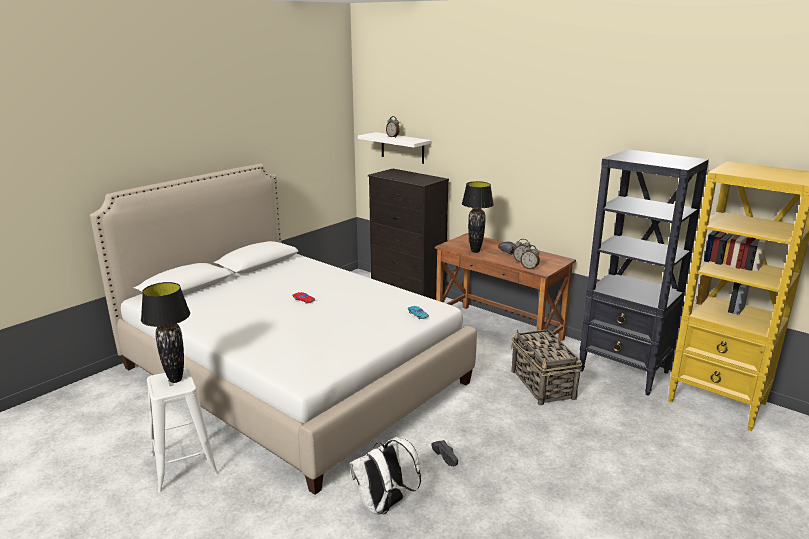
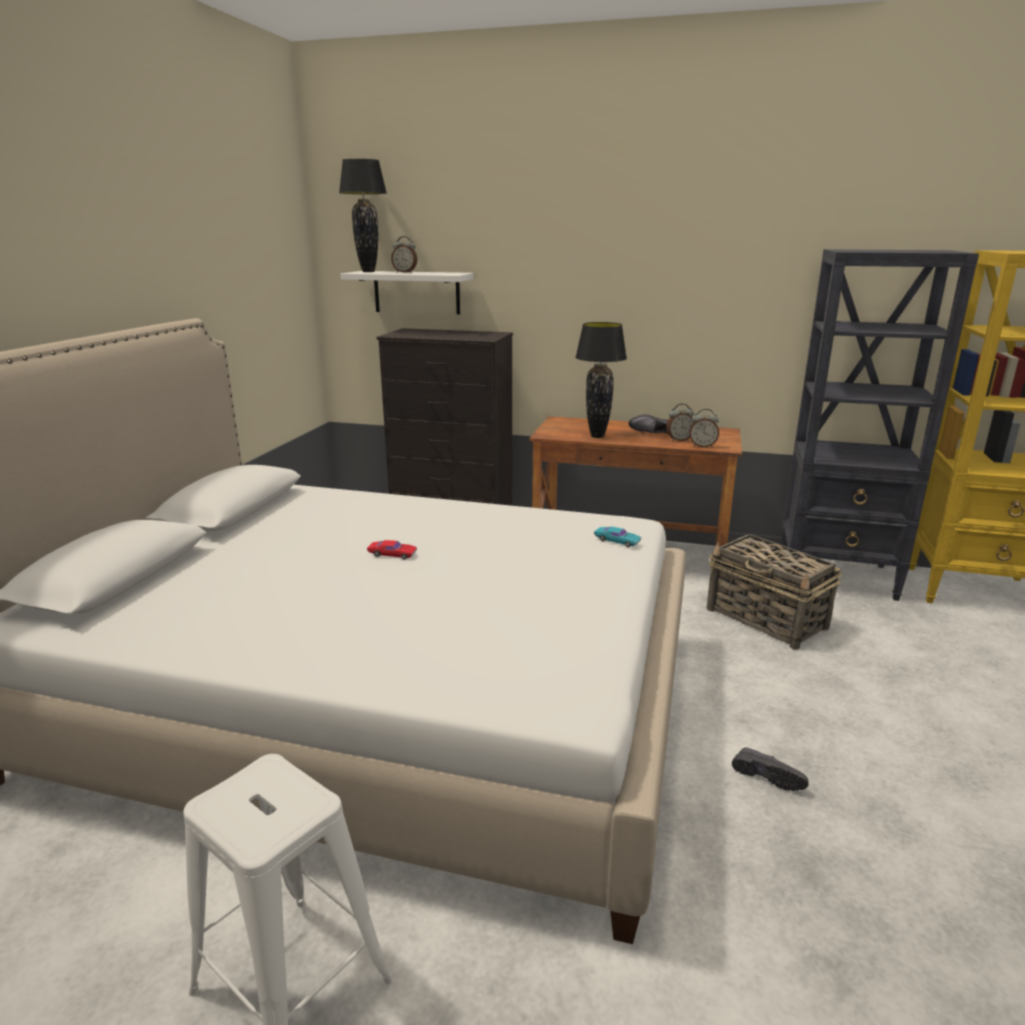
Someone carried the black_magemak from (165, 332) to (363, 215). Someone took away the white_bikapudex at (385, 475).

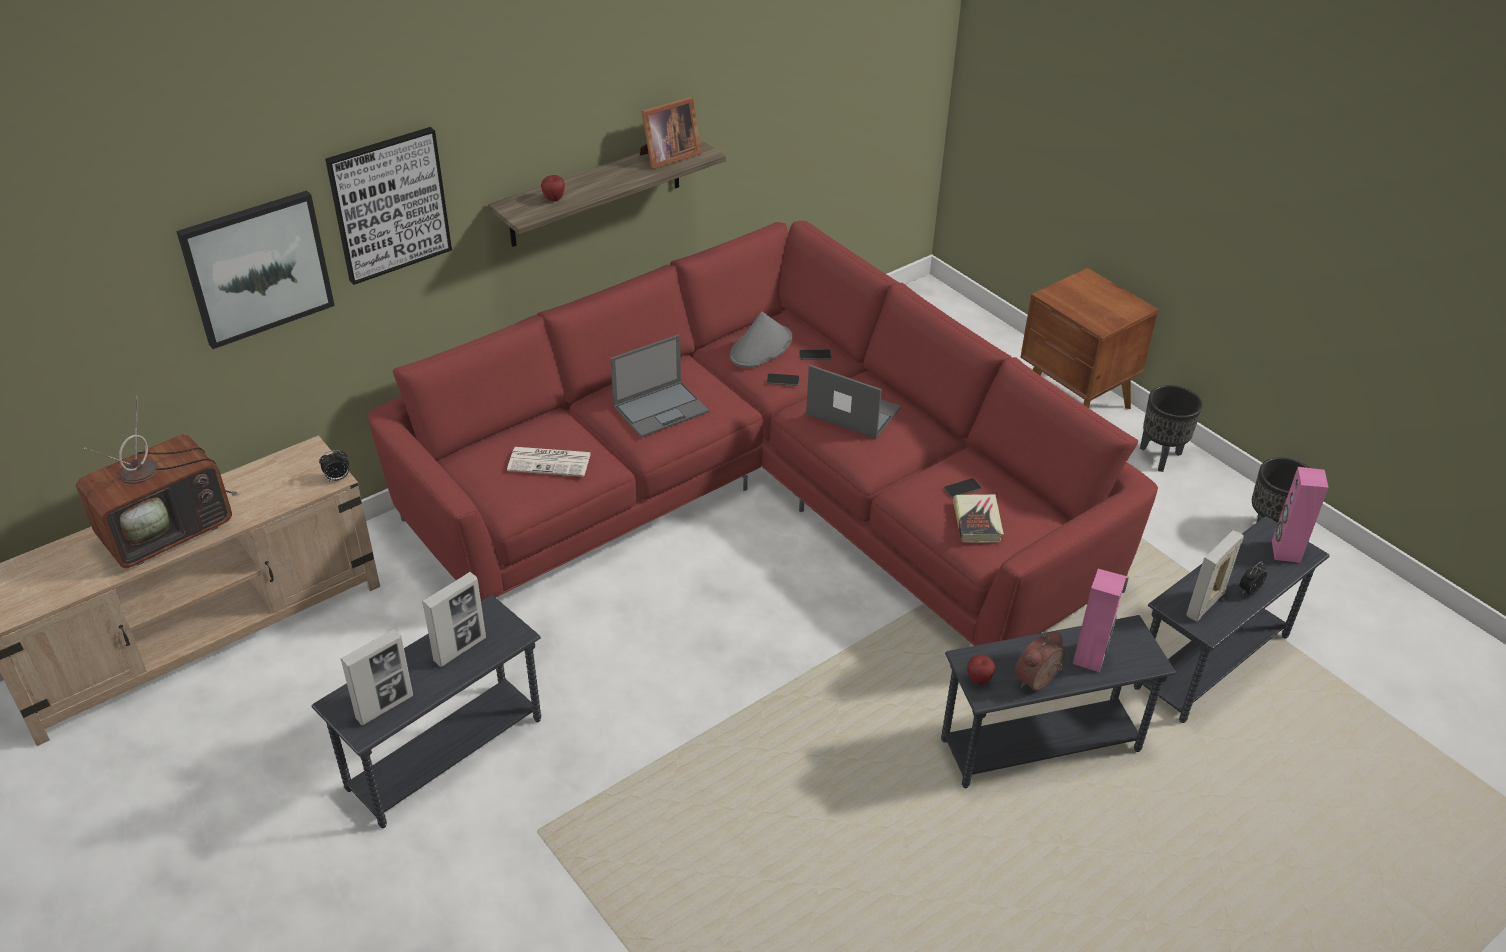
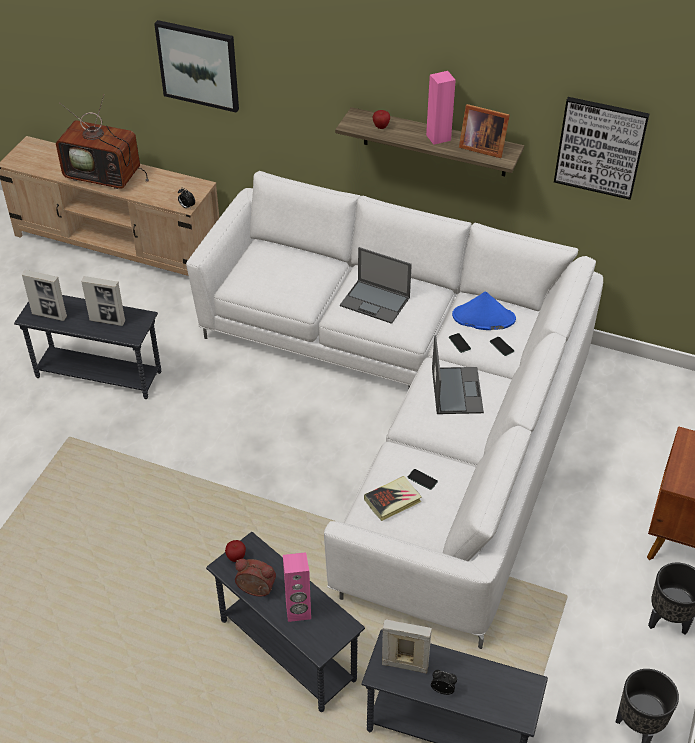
Someone repainted the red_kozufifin at (763, 433), which became the white_kozufifin at (394, 410). Someone carried the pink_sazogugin from (1300, 515) to (441, 108). Someone repainted the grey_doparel at (761, 340), which became the blue_doparel at (484, 311). Someone carried the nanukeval from (388, 206) to (601, 148). Someone took away the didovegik at (549, 462).

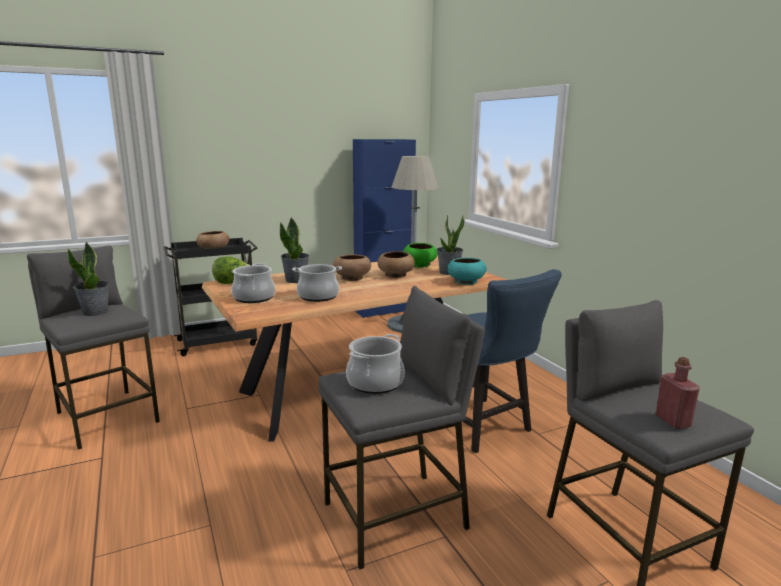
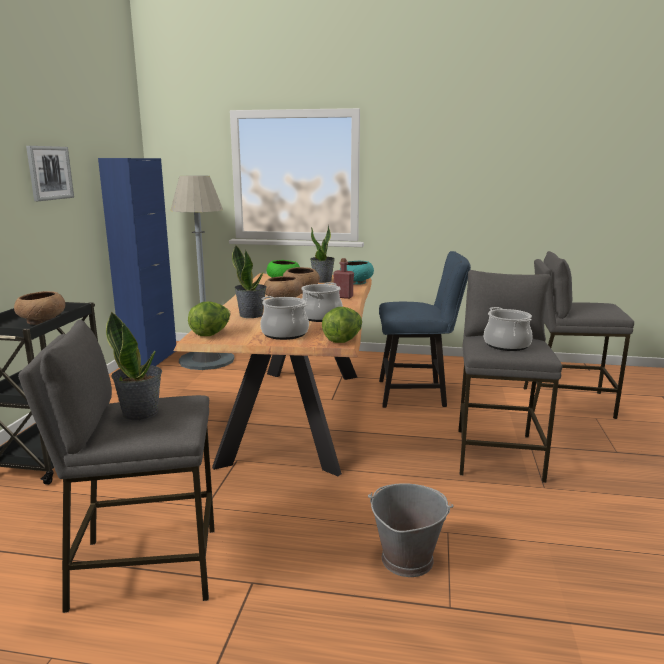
Someone put up the nanukeval at (50, 173). Someone put down the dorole at (342, 325). Someone carried the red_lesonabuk from (678, 393) to (343, 278). Someone put down the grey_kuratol at (410, 530).

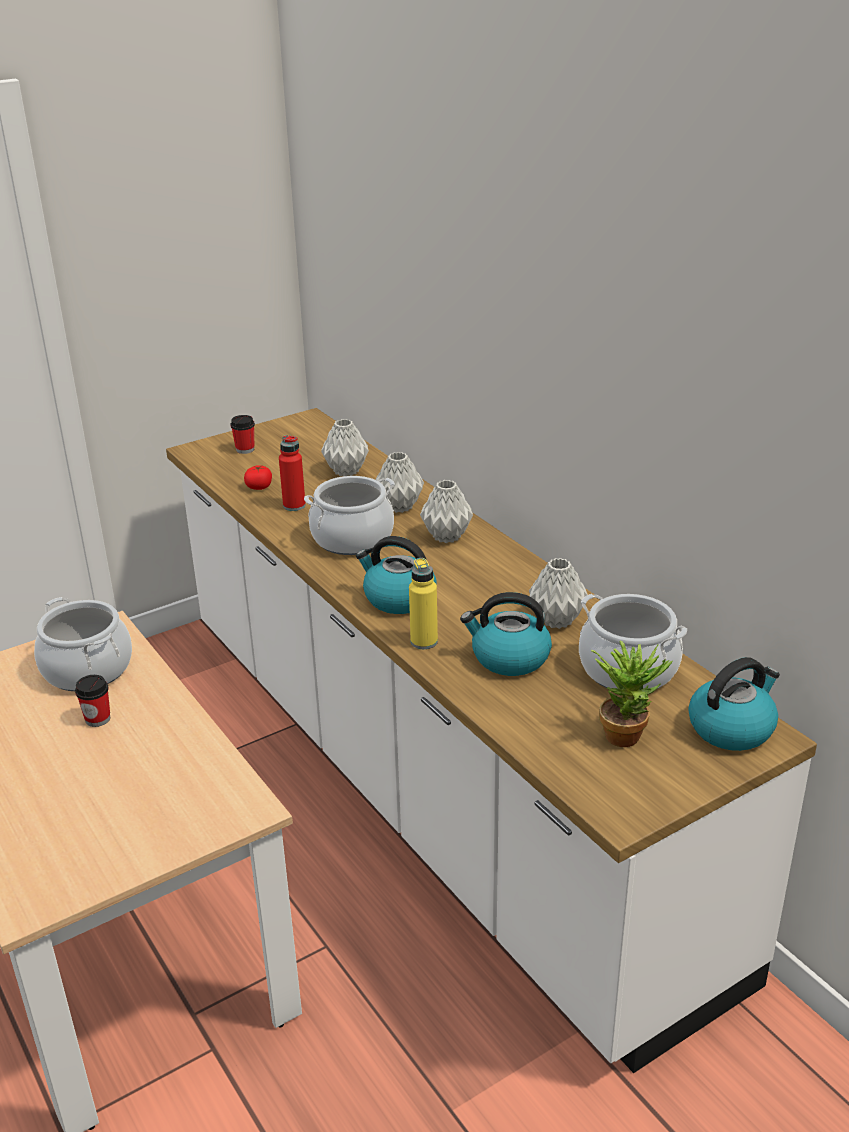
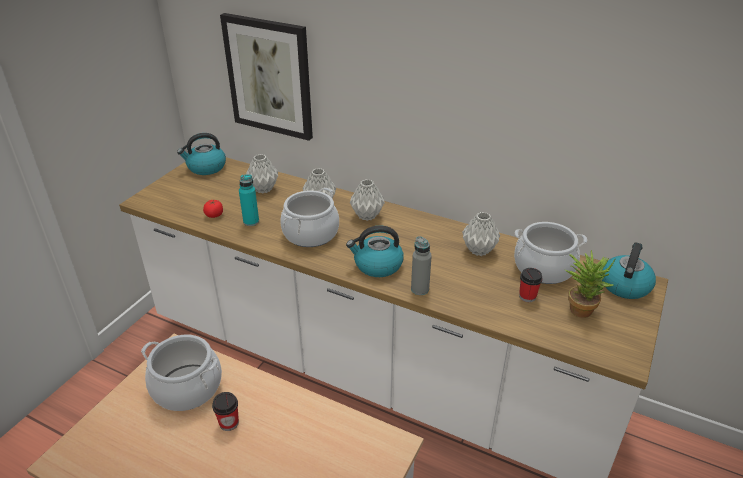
Someone carried the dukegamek from (506, 634) to (201, 154). Someone put up the nanukeval at (266, 77). Someone repainted the red_lesonabuk at (292, 473), which became the turquoise_lesonabuk at (249, 200). Someone repainted the yellow_lesonabuk at (423, 603), which became the grey_lesonabuk at (421, 265). Someone carried the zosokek from (242, 434) to (531, 285).

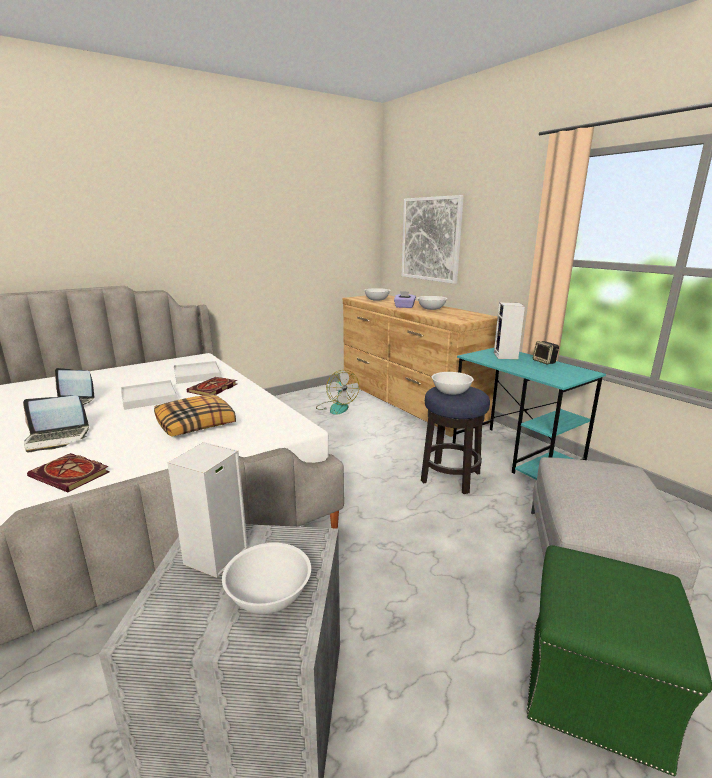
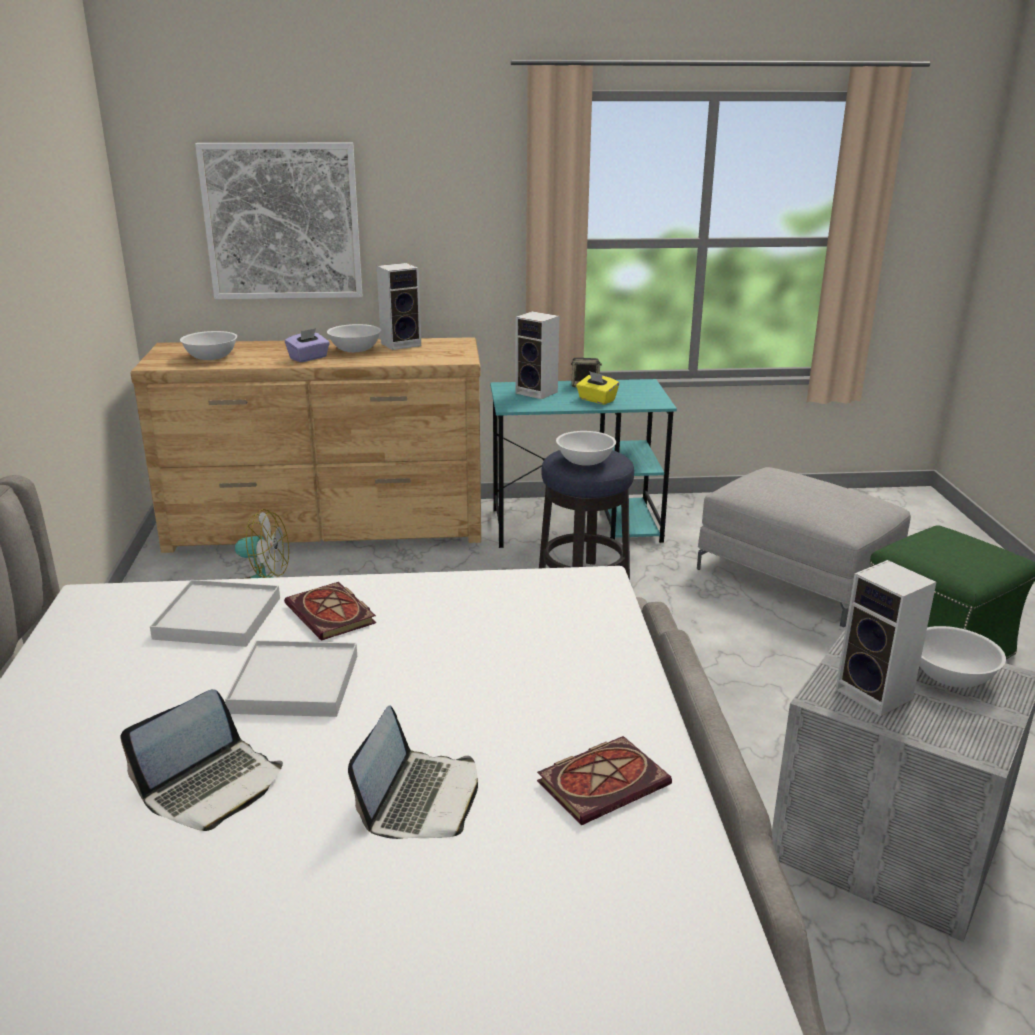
Someone put down the sazogugin at (399, 306). Someone put down the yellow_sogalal at (597, 388). Someone took away the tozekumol at (195, 415).

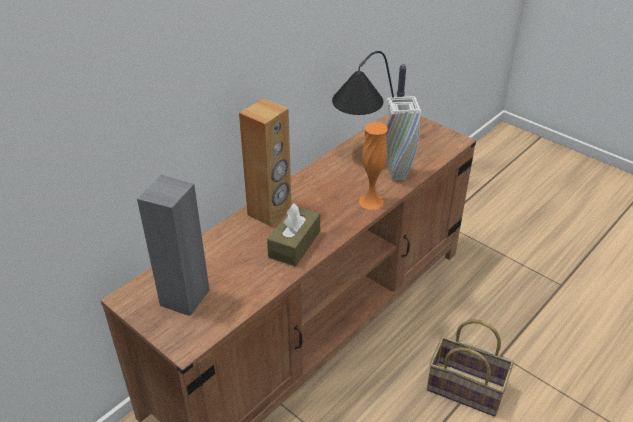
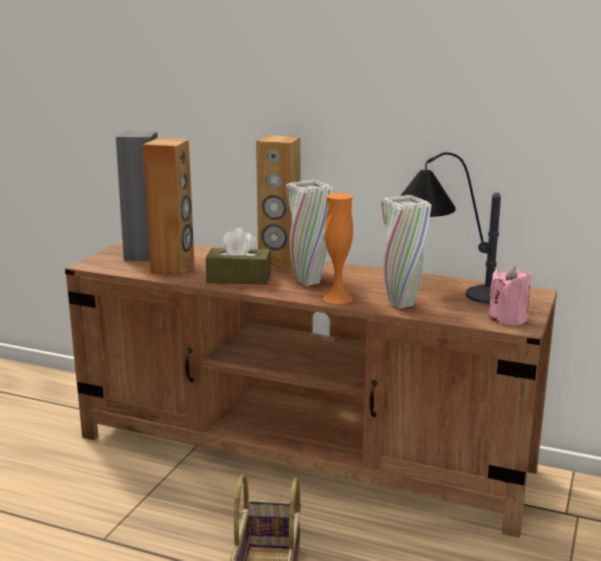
Someone put down the brown_sazogugin at (169, 207). Someone put down the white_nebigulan at (309, 233). Someone put down the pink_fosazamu at (510, 295).

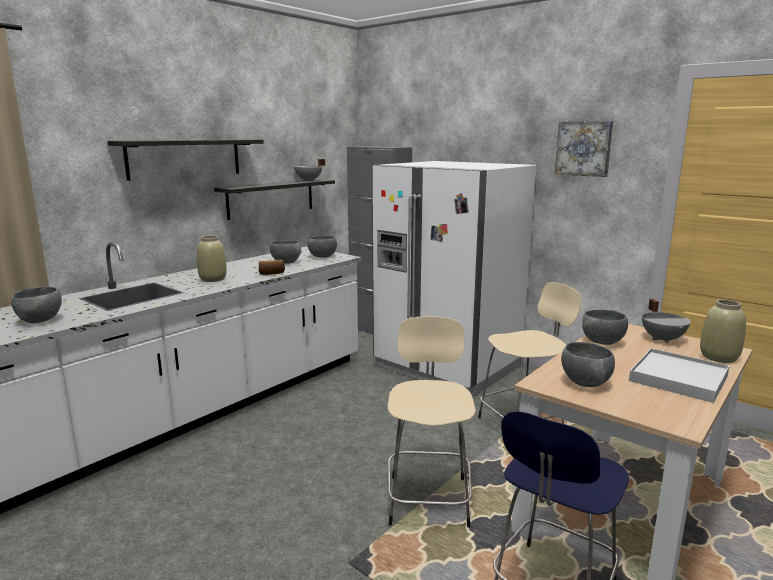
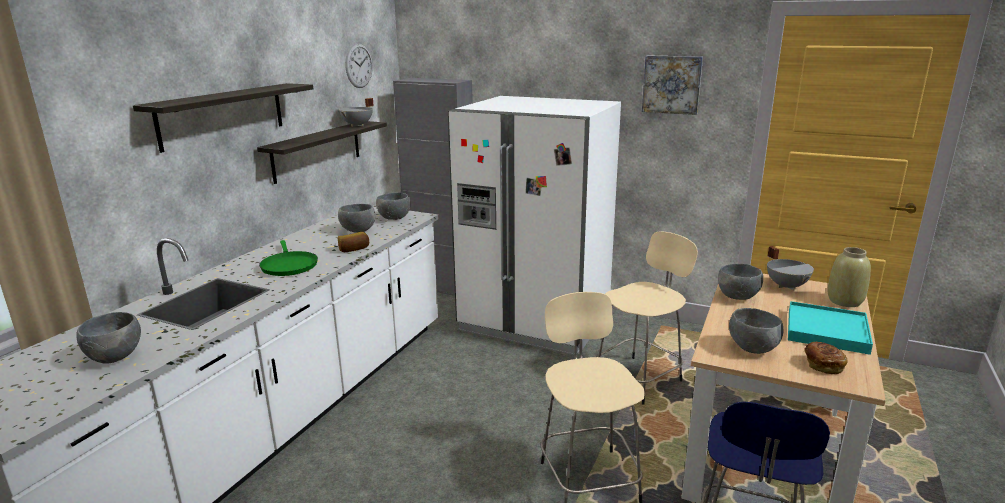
Someone swapped the beige_nebigulan at (212, 259) for the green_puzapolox at (288, 258). Someone put up the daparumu at (359, 65). Someone repainted the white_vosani at (679, 375), which became the turquoise_vosani at (830, 328). Someone put down the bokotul at (825, 358).

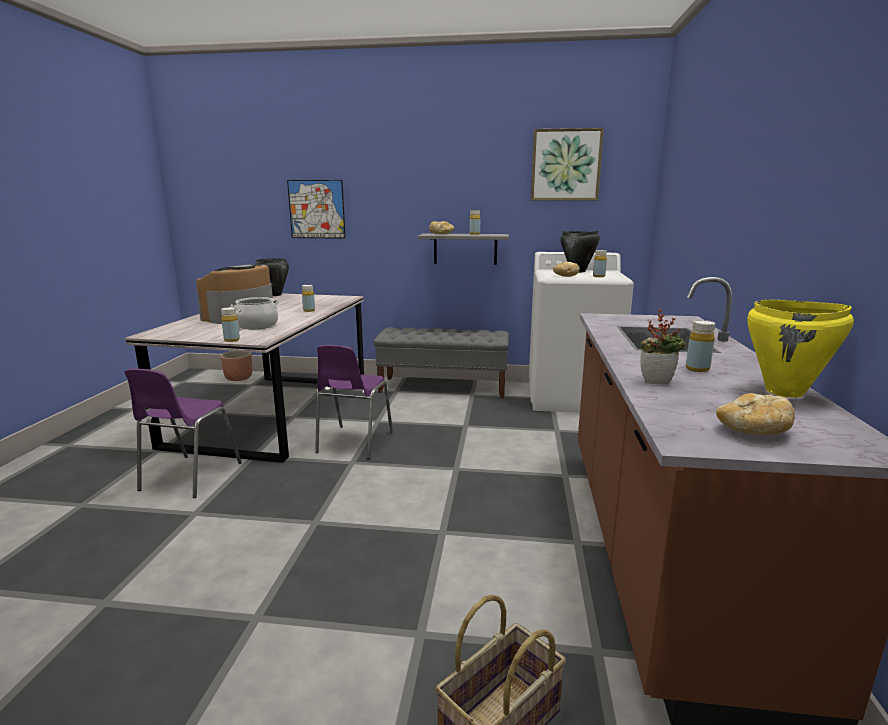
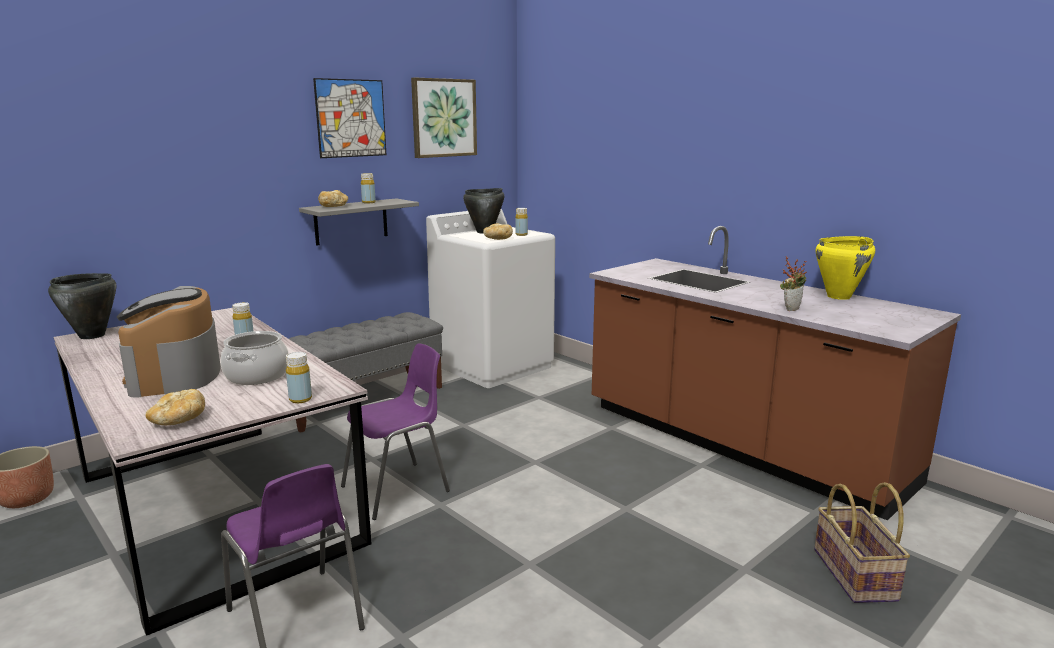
Someone carried the bokotul from (755, 414) to (175, 407). Someone carried the nanukeval from (316, 209) to (349, 118). Someone rotated the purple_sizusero at (354, 402) by 90 degrees counterclockwise. Someone took away the yellow_lesonabuk at (700, 346).

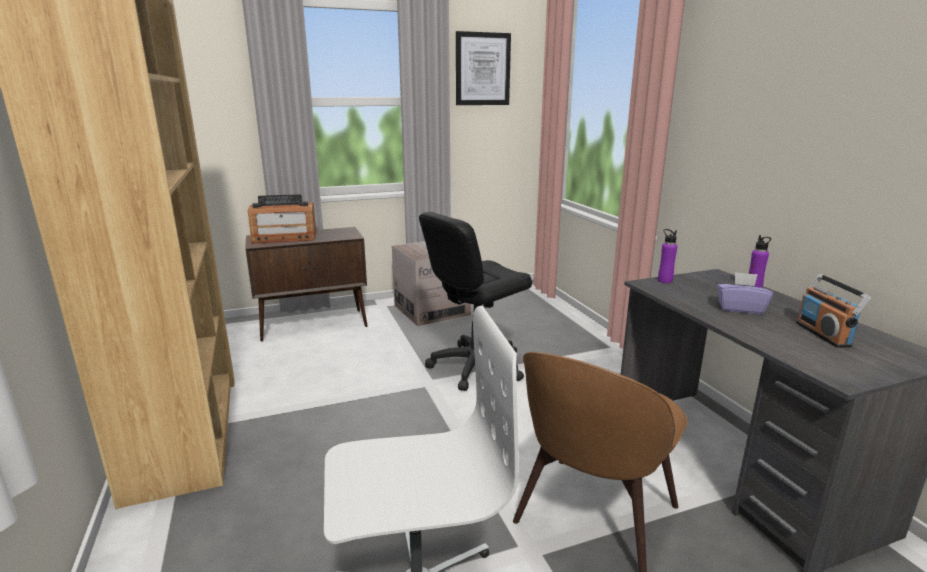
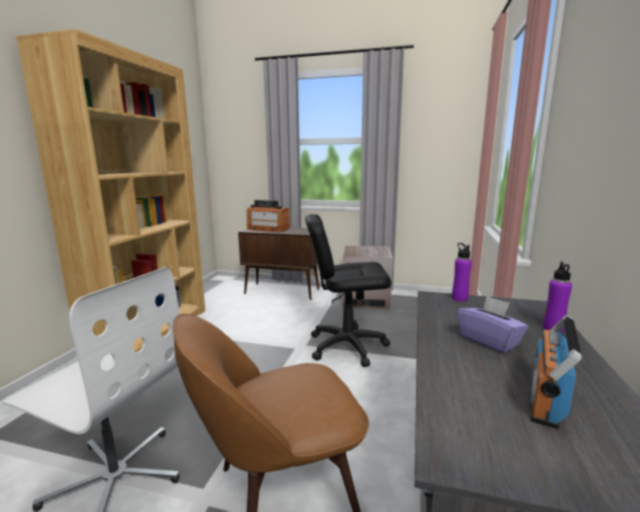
Someone took away the nanukeval at (483, 68).

